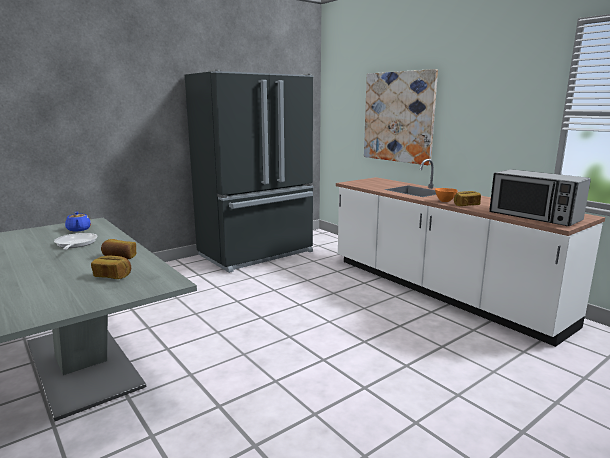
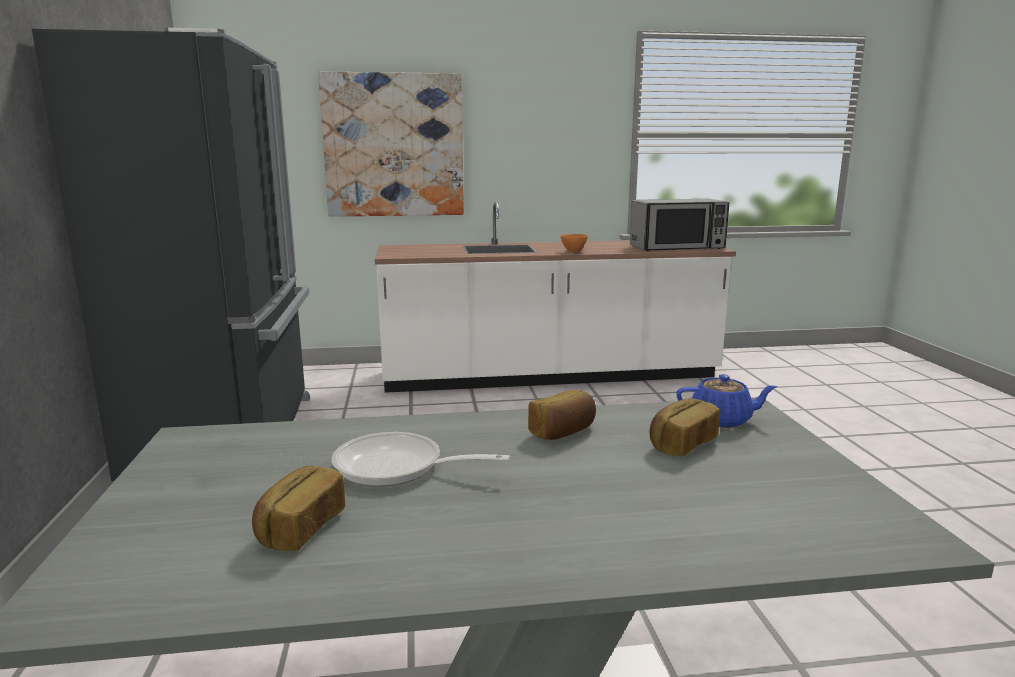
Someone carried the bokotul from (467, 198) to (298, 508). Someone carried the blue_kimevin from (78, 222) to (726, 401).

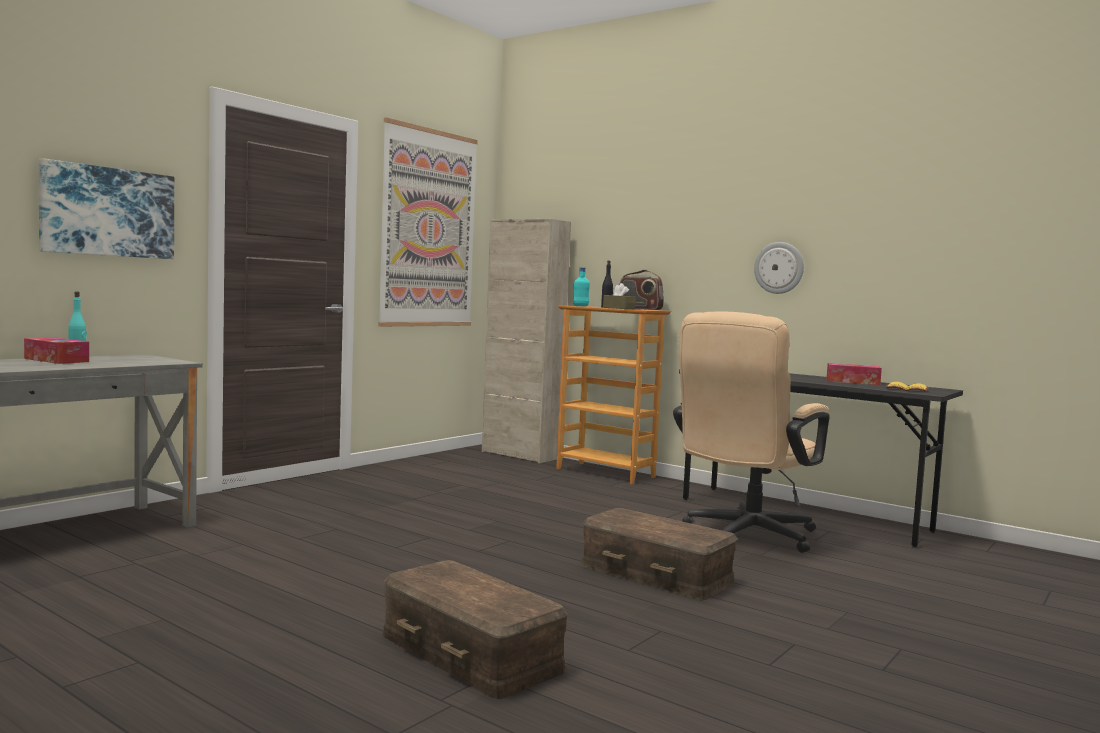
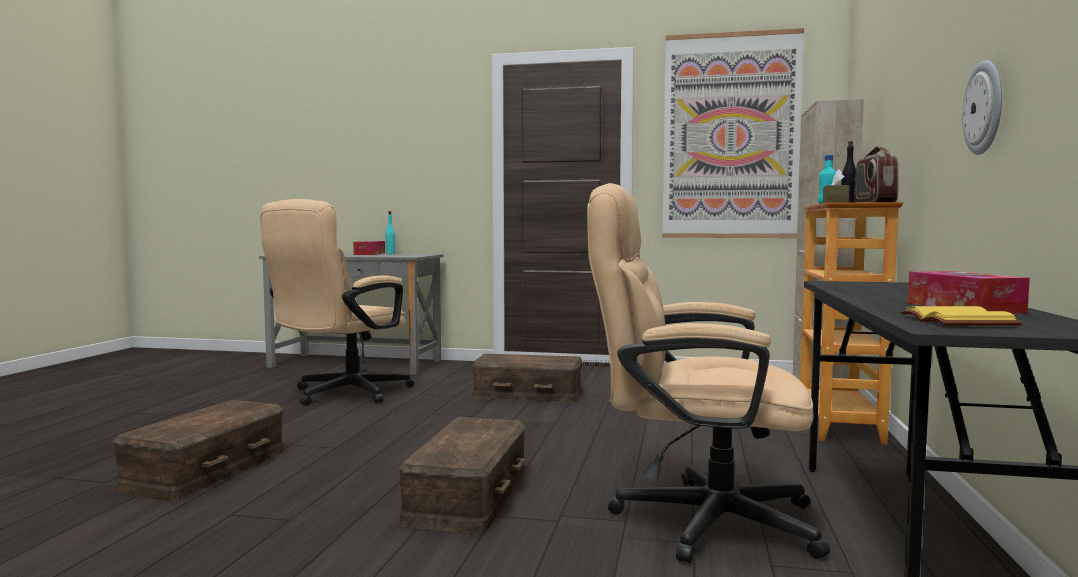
Someone put down the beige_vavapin at (337, 302). Someone put down the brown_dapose at (527, 378). Someone took away the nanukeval at (106, 208).

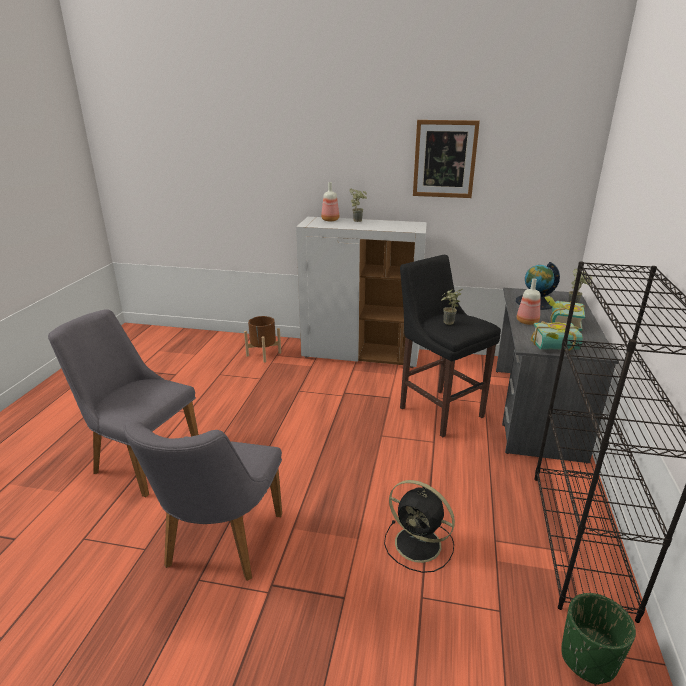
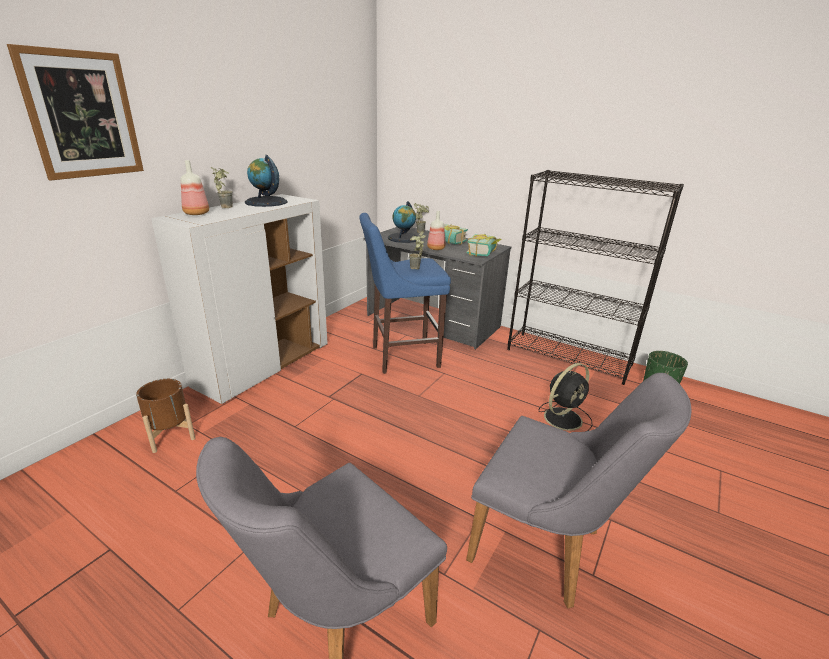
Someone carried the nanukeval from (446, 159) to (75, 112). Someone put down the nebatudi at (266, 181). Someone repainted the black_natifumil at (450, 346), which became the blue_natifumil at (405, 293).

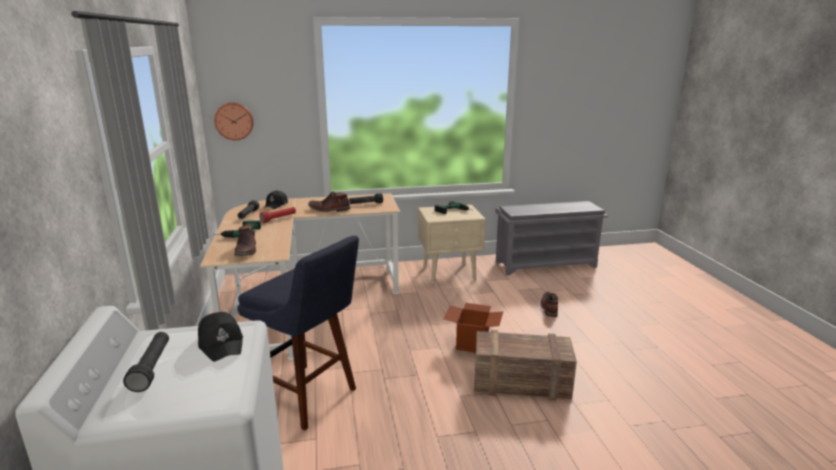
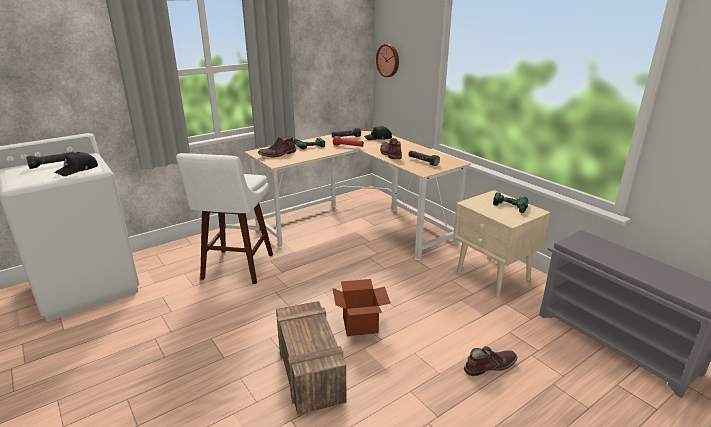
Someone repainted the blue_natifumil at (298, 333), which became the white_natifumil at (224, 218).

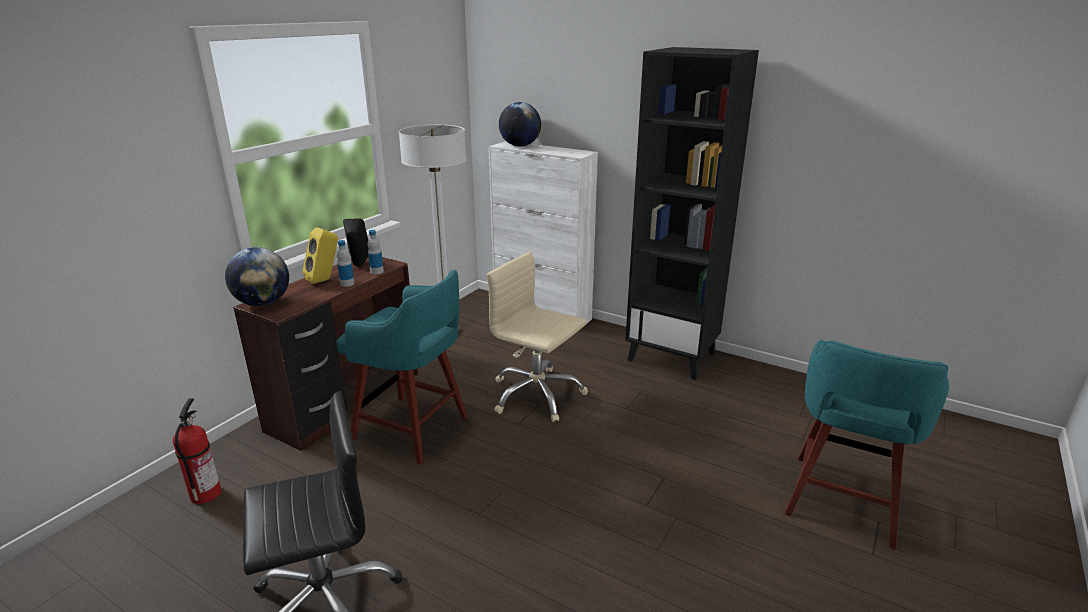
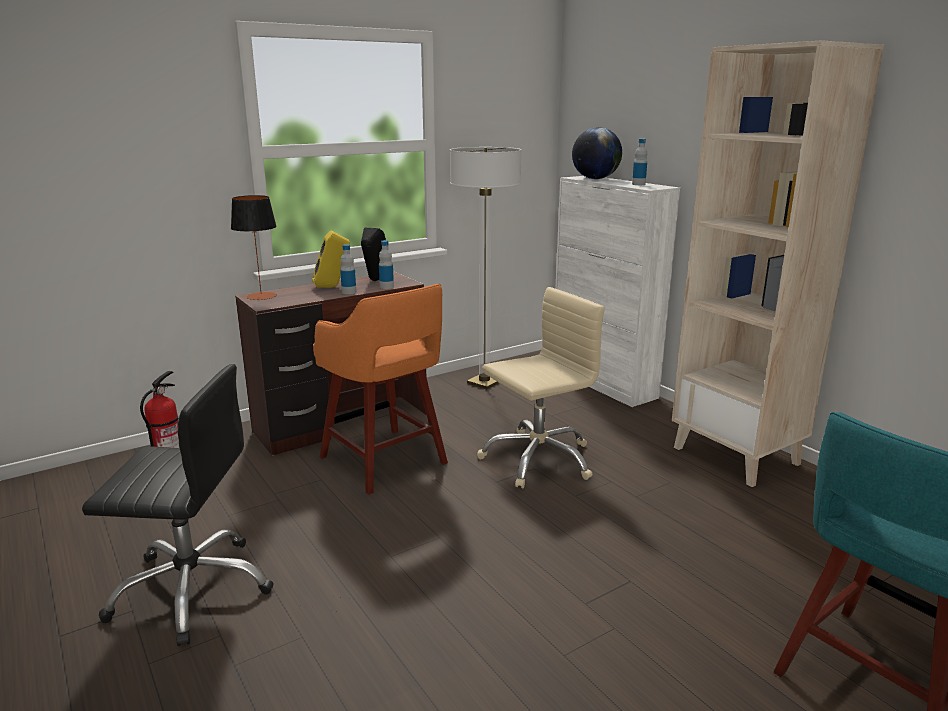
Someone swapped the nebatudi at (257, 276) for the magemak at (254, 247). Someone repainted the turquoise_natifumil at (402, 366), which became the orange_natifumil at (380, 389). Someone rotated the beige_vavapin at (537, 337) by 90 degrees clockwise. Someone put down the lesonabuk at (639, 162). Someone repainted the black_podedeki at (692, 213), which became the beige_podedeki at (778, 263).

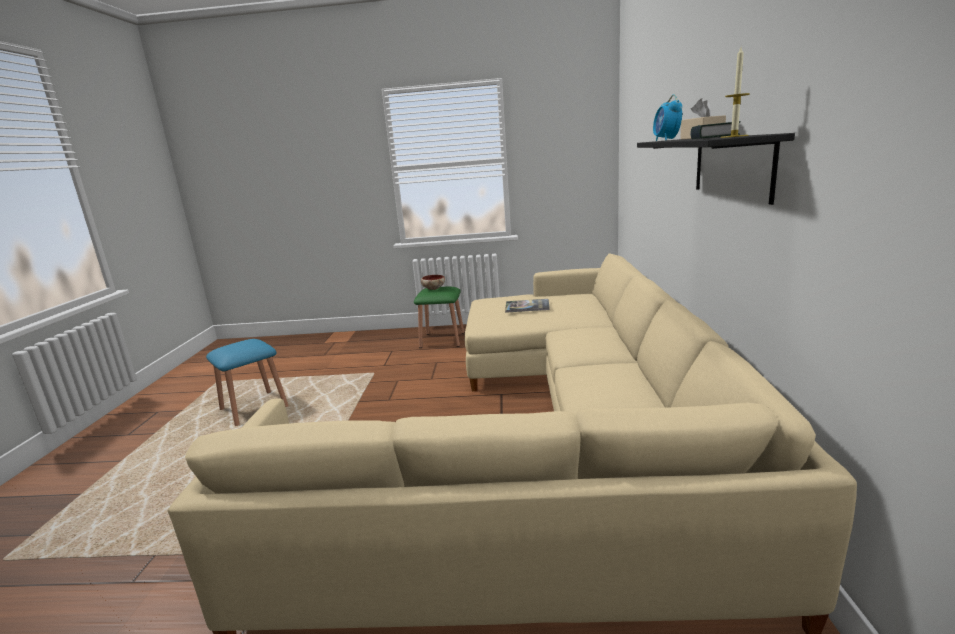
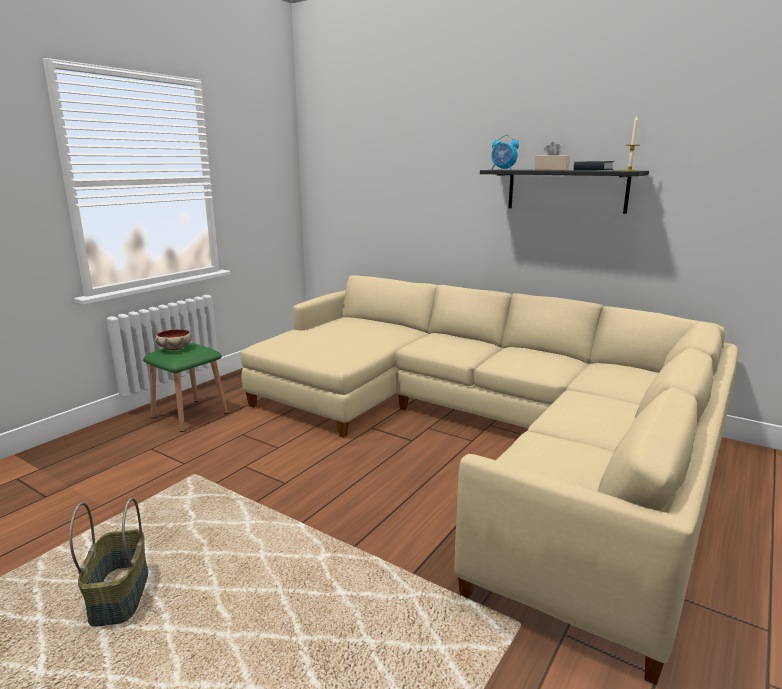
Someone swapped the blue_natifumil at (247, 382) for the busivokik at (108, 562). Someone took away the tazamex at (527, 306).

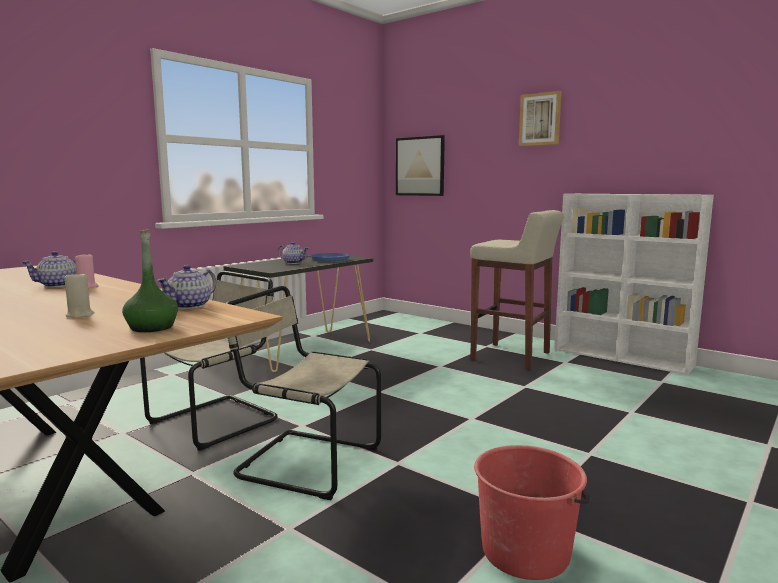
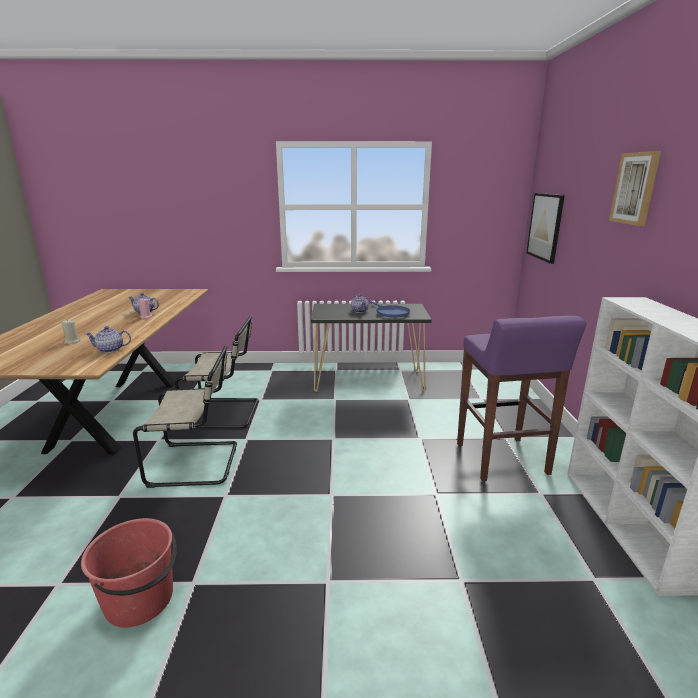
Someone rotated the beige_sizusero at (303, 393) by 105 degrees clockwise. Someone repainted the beige_natifumil at (517, 290), which became the purple_natifumil at (521, 398). Someone took away the green_lesonabuk at (150, 280).

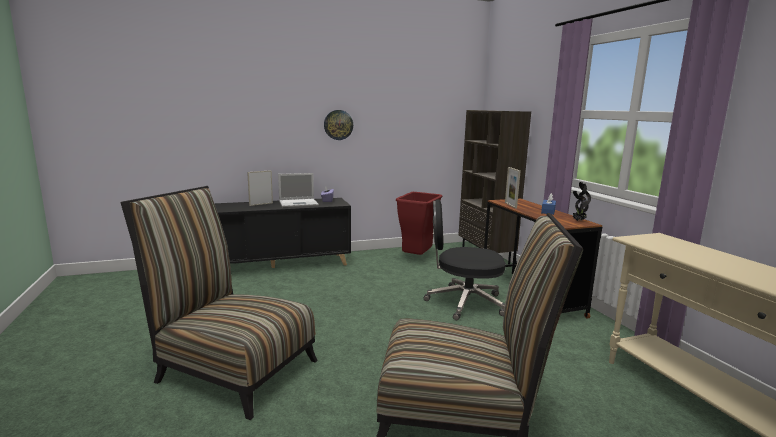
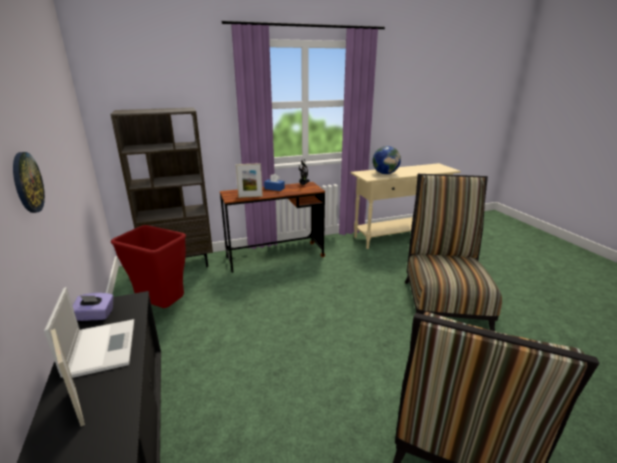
Someone put down the nebatudi at (386, 160). Someone took away the black_vavapin at (465, 260).

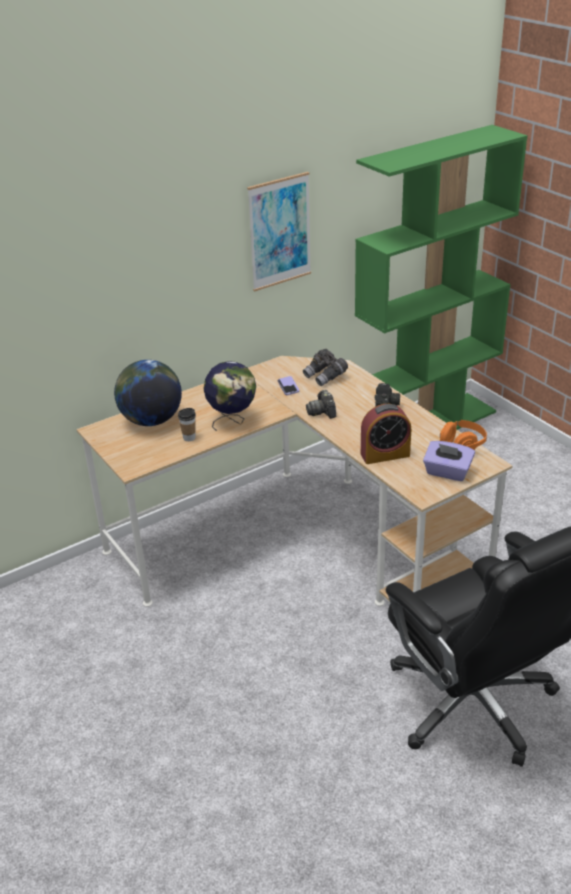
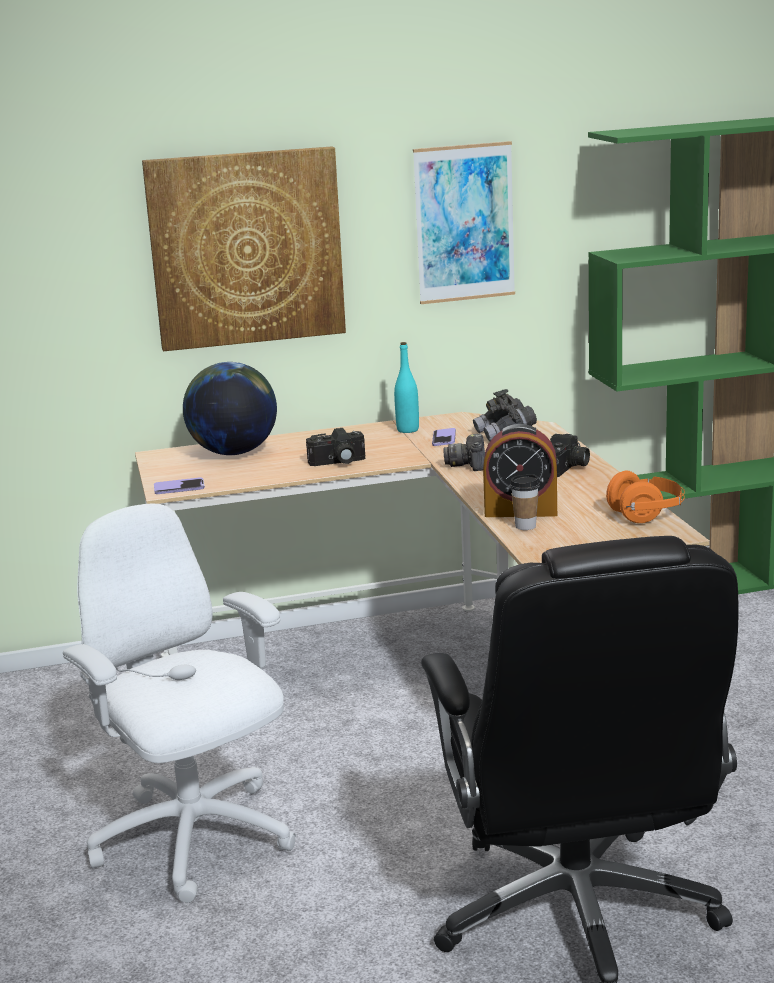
Someone put down the white_vavapin at (179, 703). Someone put up the nanukeval at (244, 248). Someone put down the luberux at (179, 485). Someone swapped the nebatudi at (229, 396) for the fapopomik at (335, 447). Someone put down the turquoise_lesonabuk at (406, 387). Someone carried the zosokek from (187, 424) to (525, 502). Someone took away the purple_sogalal at (449, 461).

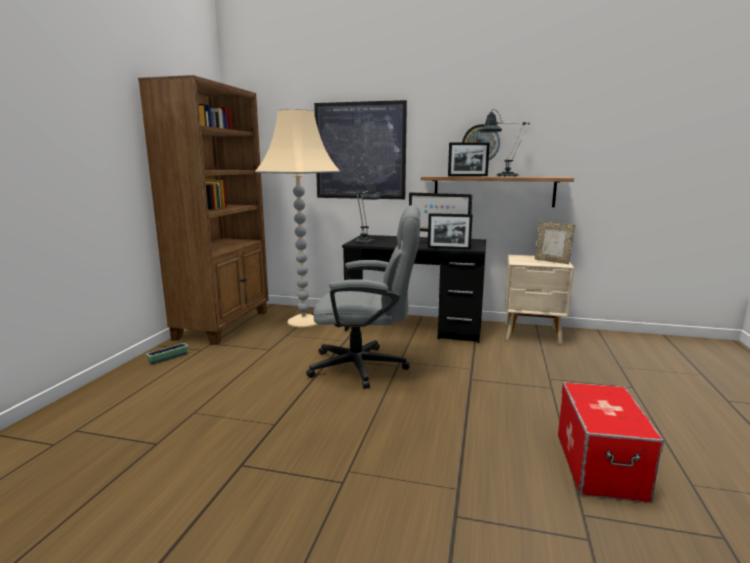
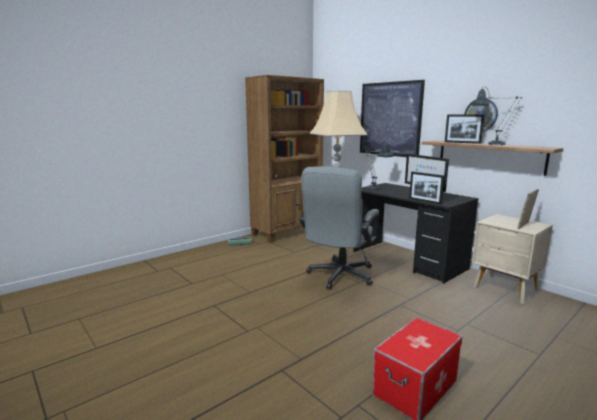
Someone rotated the grey_vavapin at (363, 297) by 75 degrees clockwise. Someone rotated the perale at (554, 243) by 60 degrees clockwise.

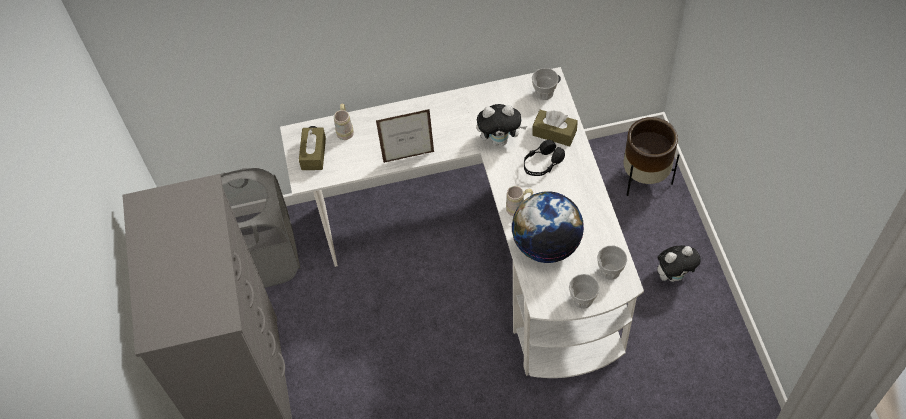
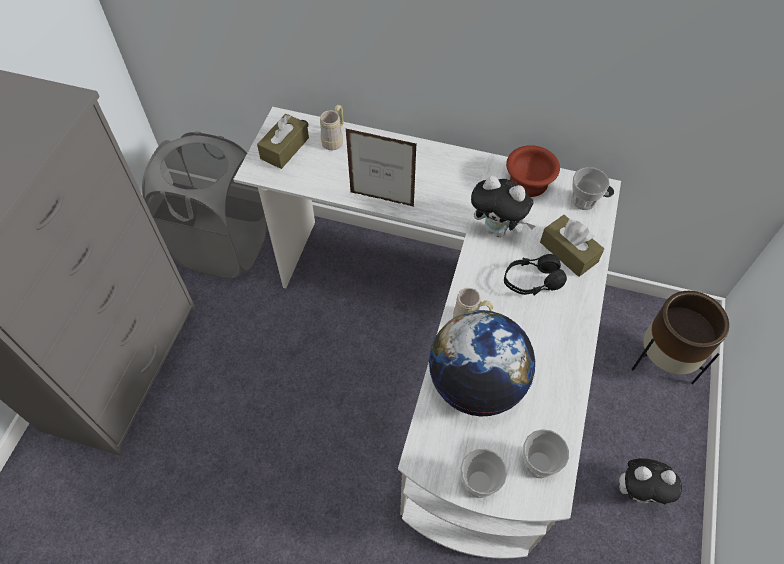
Someone put down the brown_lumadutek at (533, 171).

